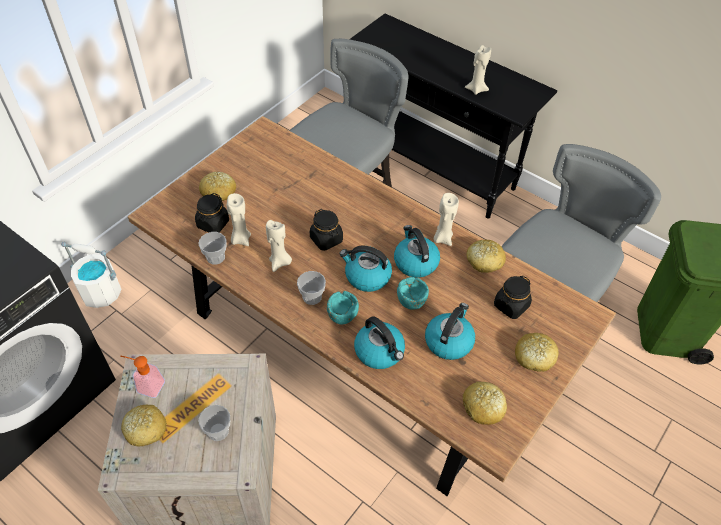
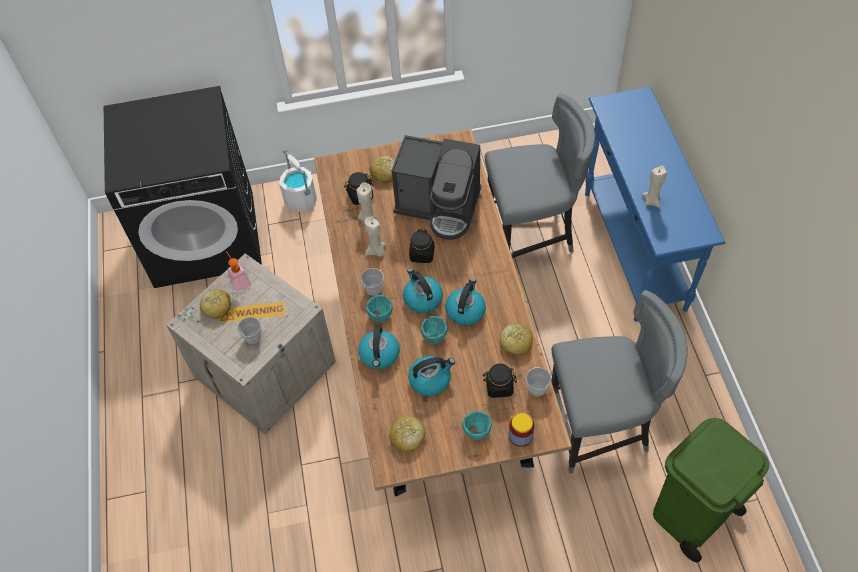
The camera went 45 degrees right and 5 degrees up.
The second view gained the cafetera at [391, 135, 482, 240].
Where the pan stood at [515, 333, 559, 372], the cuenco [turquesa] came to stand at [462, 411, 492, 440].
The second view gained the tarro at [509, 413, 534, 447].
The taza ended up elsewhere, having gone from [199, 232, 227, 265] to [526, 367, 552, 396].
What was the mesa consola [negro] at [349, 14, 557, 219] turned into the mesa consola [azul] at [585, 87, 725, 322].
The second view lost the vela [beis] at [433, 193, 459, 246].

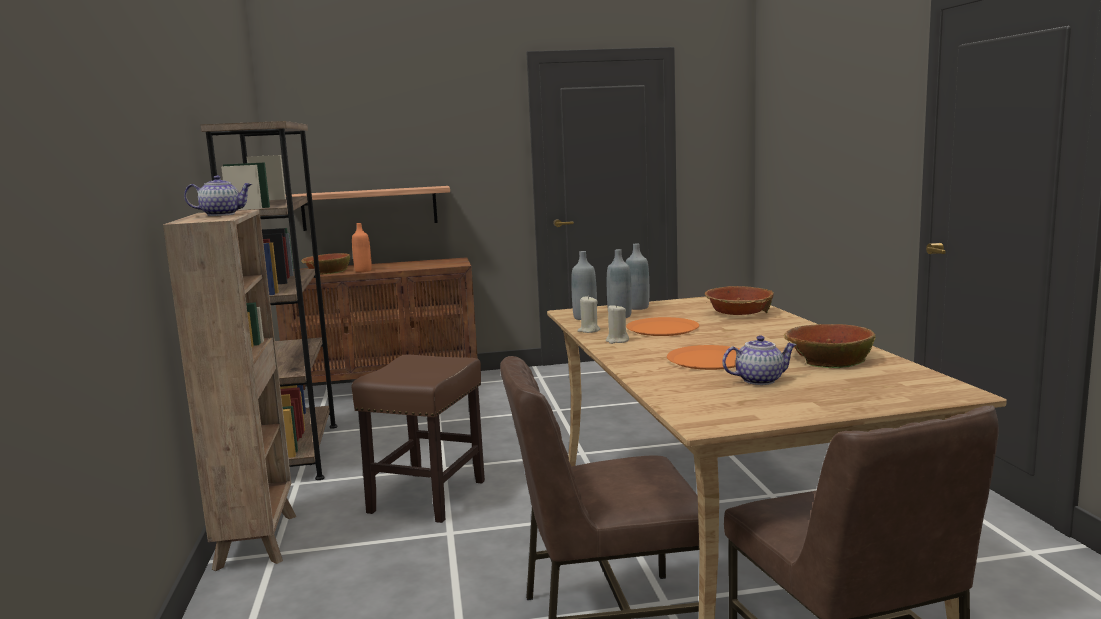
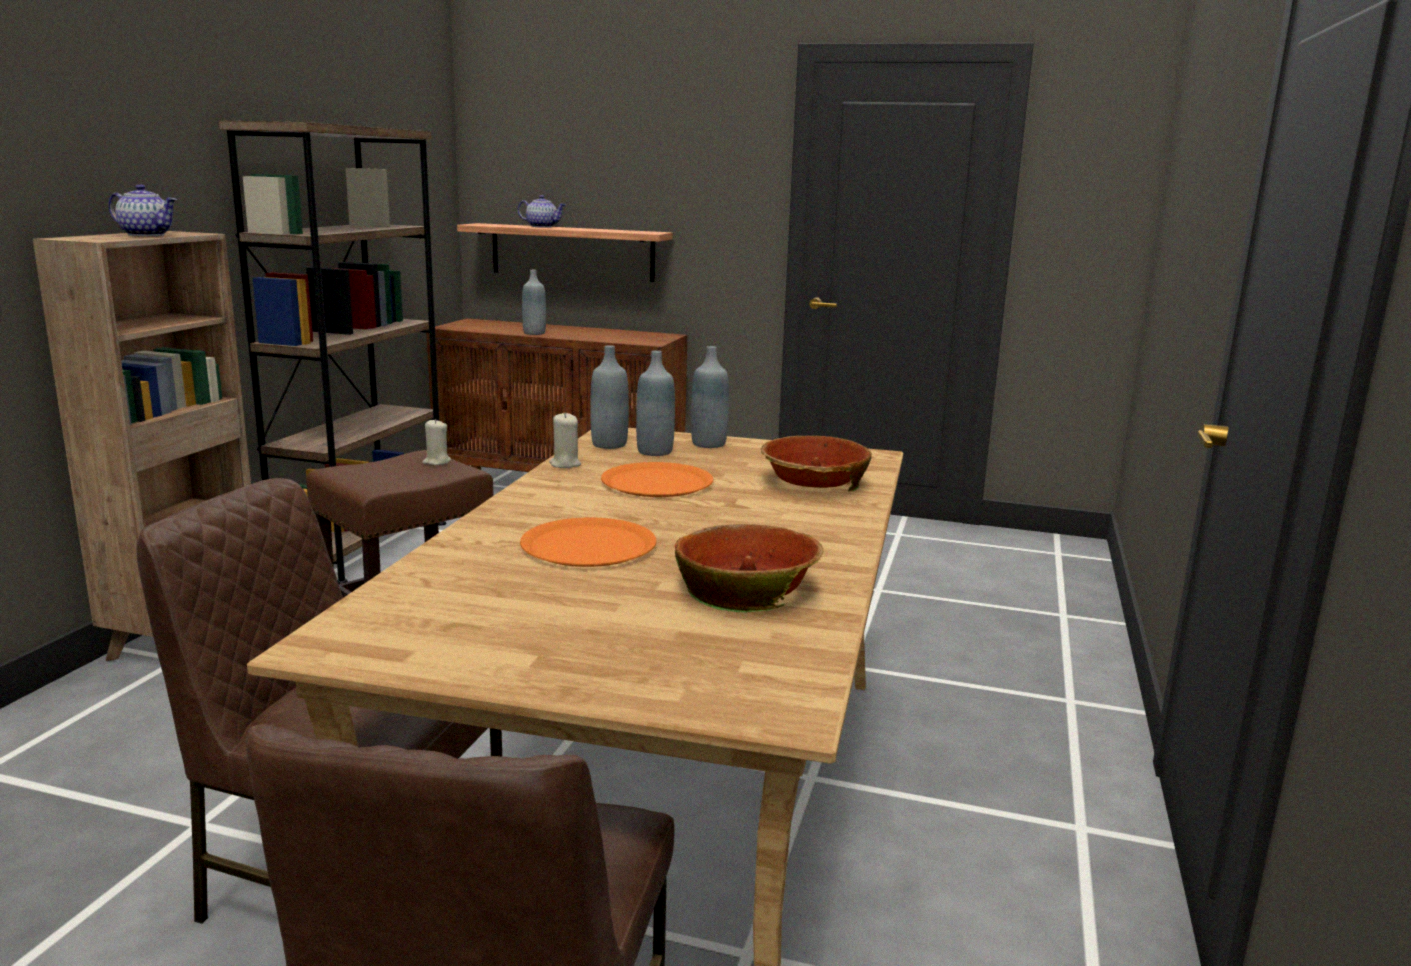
The camera went 25 degrees right and 5 degrees up.
The vela [beis] ended up elsewhere, having gone from [606, 304, 629, 344] to [422, 419, 451, 465].
The tetera ended up elsewhere, having gone from [722, 335, 797, 385] to [518, 195, 566, 228].
What was the botella [naranja] at [352, 223, 372, 272] turned into the botella [gris] at [522, 270, 546, 335].
The second view lost the cuenco at [301, 253, 350, 274].

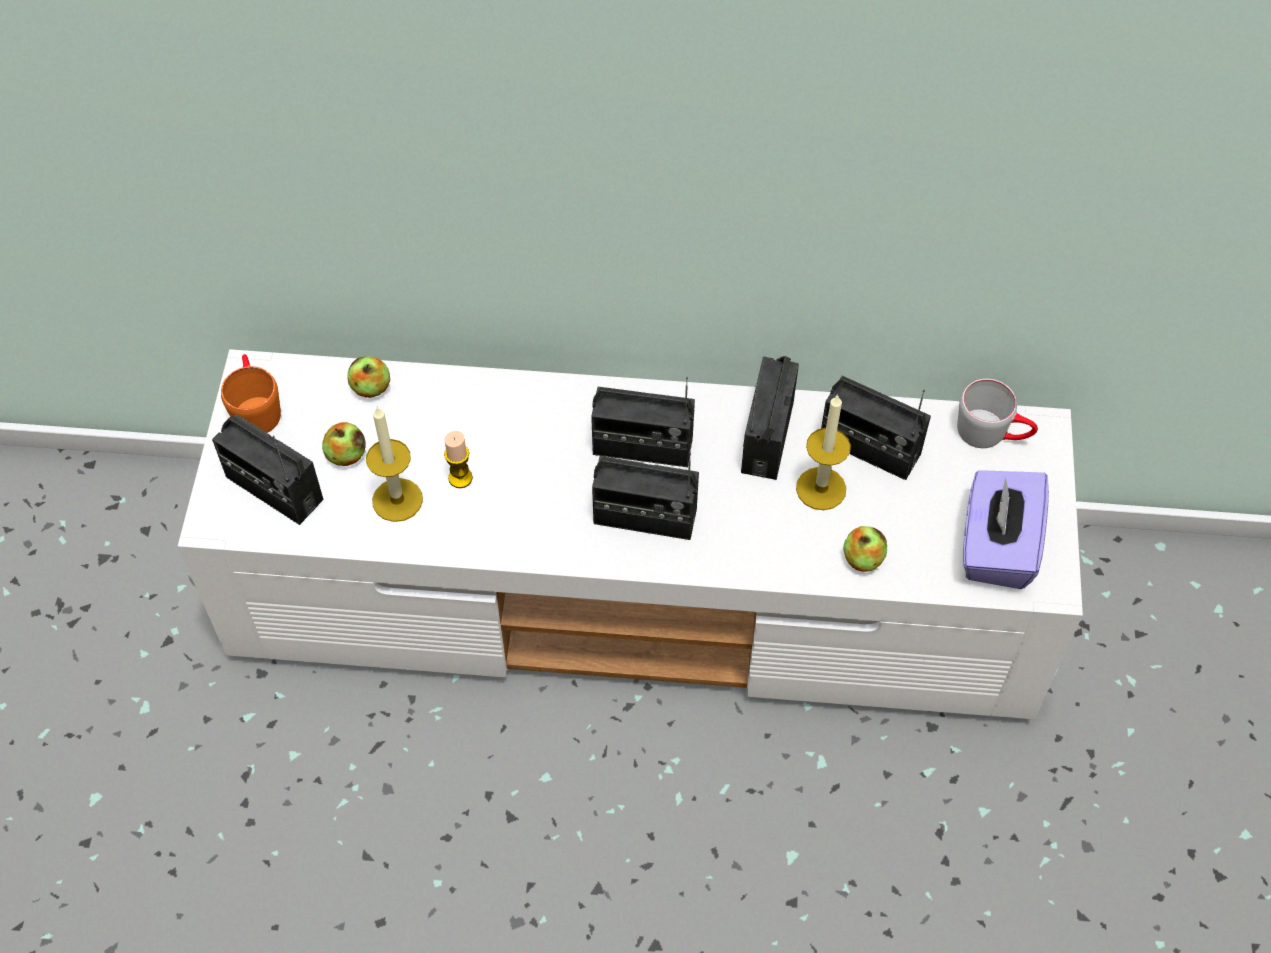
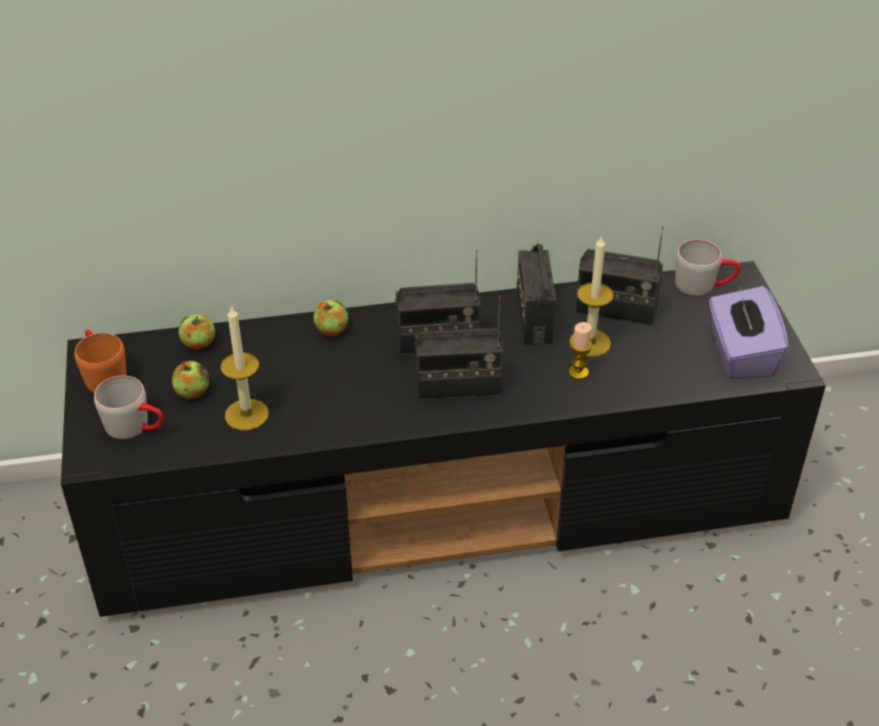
The camera went 15 degrees left and 15 degrees down.
What was the mueble de televisión [blanco] at [178, 349, 1083, 719] turned into the mueble de televisión [negro] at [61, 261, 826, 617].
Where the radio stood at [212, 414, 323, 525], the taza grande [gris] came to stand at [94, 376, 164, 439].
The manzana ended up elsewhere, having gone from [843, 526, 887, 572] to [313, 300, 348, 337].
The vela ended up elsewhere, having gone from [444, 431, 473, 488] to [568, 322, 592, 380].

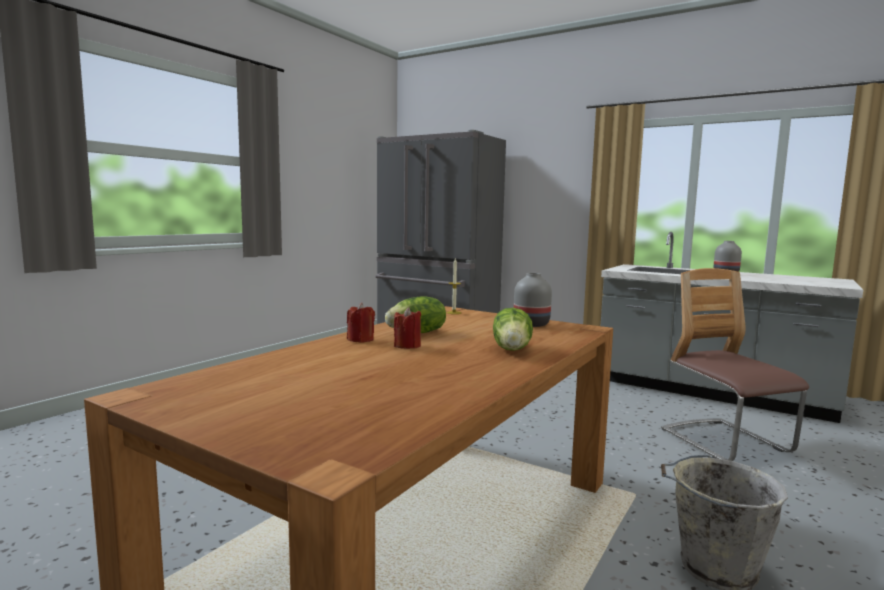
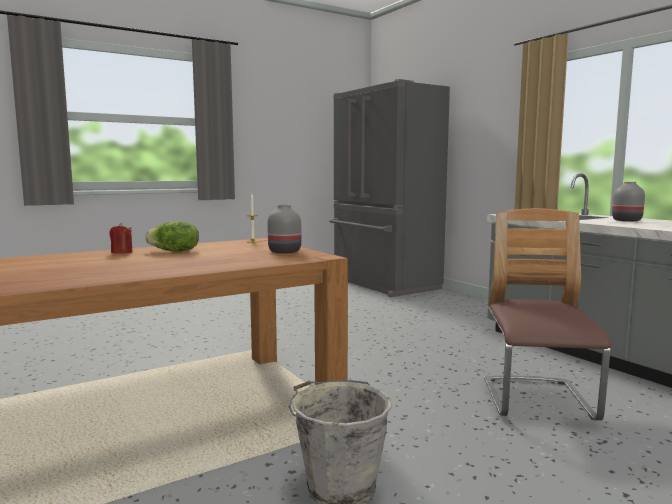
The camera went 25 degrees right and 0 degrees up.
The second view lost the vela [rojo] at [394, 307, 421, 349].
The second view lost the lechuga at [493, 308, 533, 351].

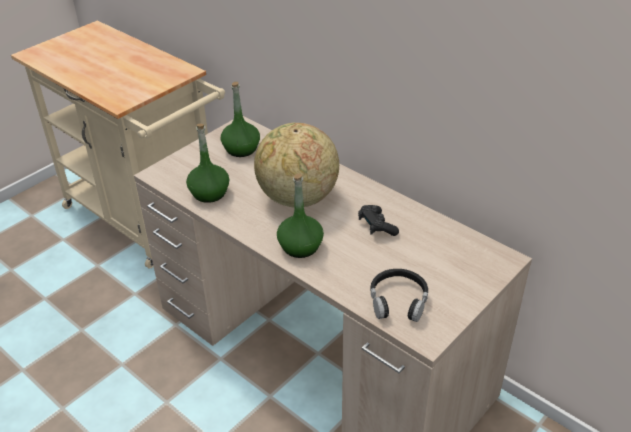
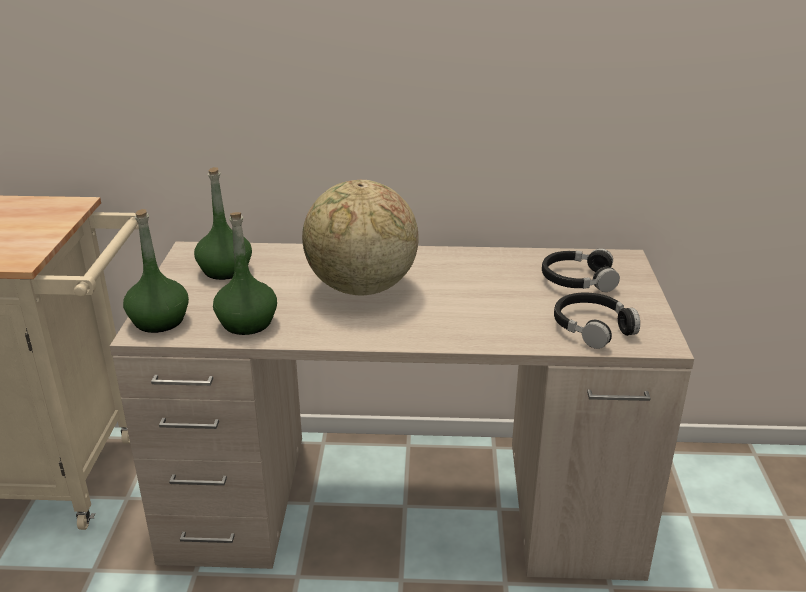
The camera went 40 degrees left and 10 degrees down.
The botella [verde] ended up elsewhere, having gone from [277, 174, 324, 258] to [123, 209, 189, 333].
The second view gained the auriculares [negro] at [542, 248, 620, 292].
The second view lost the mando de consola [negro] at [358, 205, 399, 236].

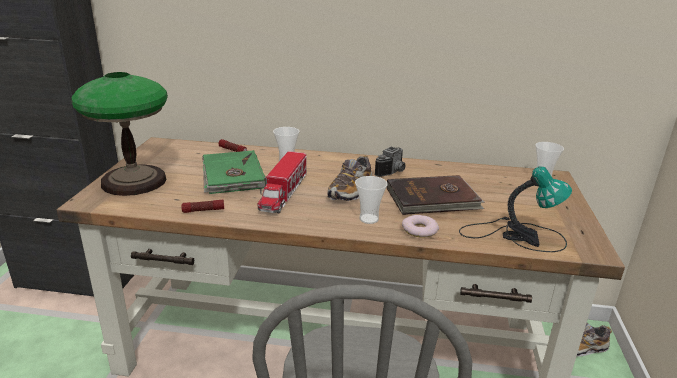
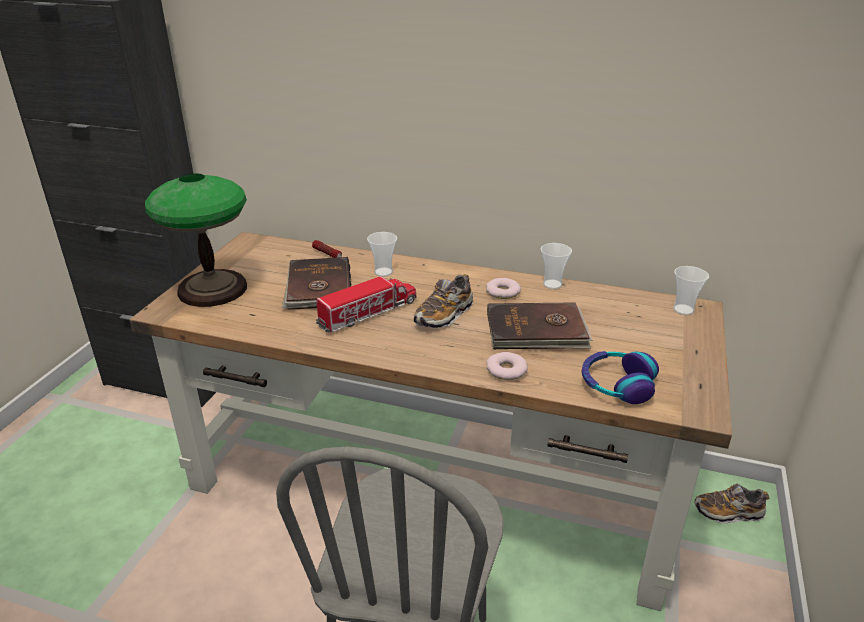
The camera went 10 degrees right and 5 degrees up.
What was the libro [verde] at [202, 150, 266, 194] turned into the libro [marrón] at [282, 257, 351, 310].
The camión de juguete at [258, 151, 307, 213] ended up facing another way, 150 degrees counterclockwise from before.
Where the cámara stood at [375, 147, 405, 177], the rosquilla came to stand at [486, 278, 521, 299].
The taza ended up elsewhere, having gone from [355, 176, 388, 224] to [541, 243, 572, 289].
Where the lámpara de mesa stood at [459, 166, 572, 252], the auriculares came to stand at [582, 351, 659, 404].
The second view lost the linterna at [181, 200, 224, 213].

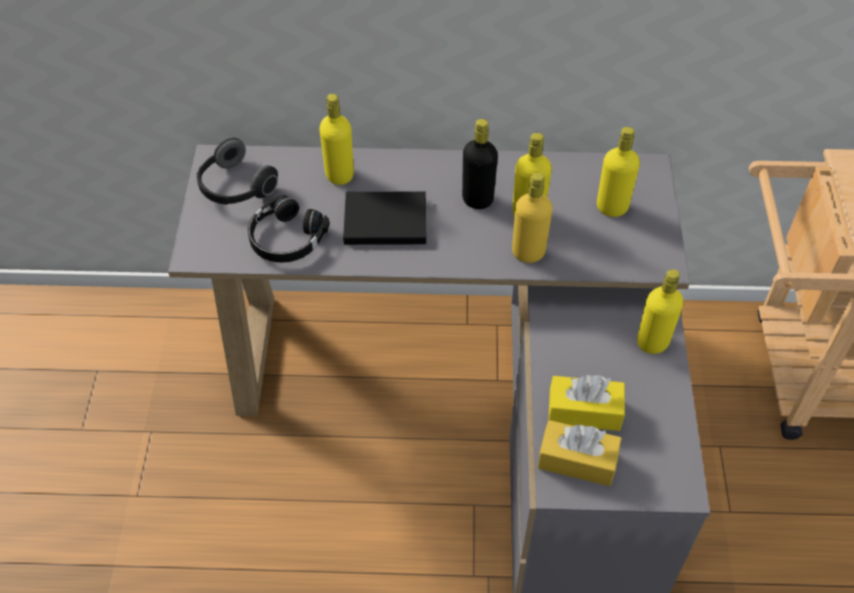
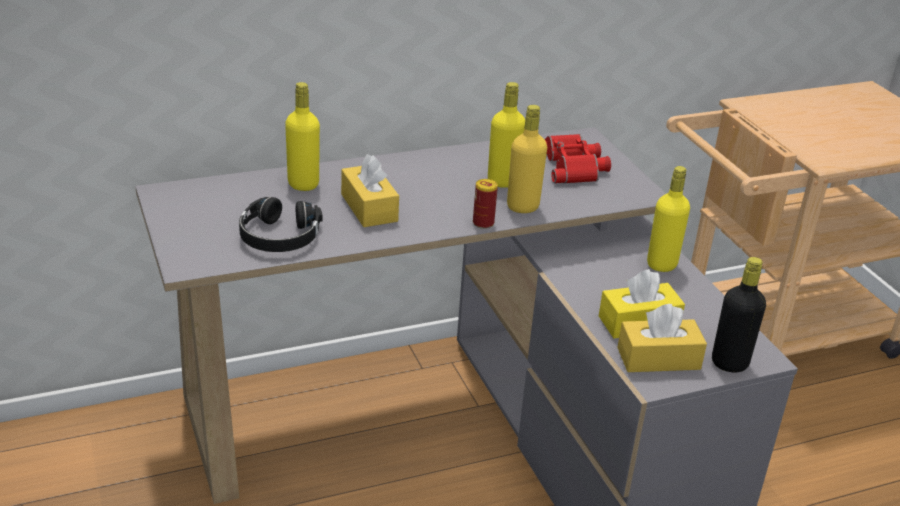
The camera went 25 degrees left and 20 degrees down.
Where the libro [negro] stood at [343, 191, 426, 245], the caja de pañuelos [amarillo] came to stand at [341, 154, 399, 227].
The second view gained the lata at [473, 179, 498, 229].
Where the botella [amarillo] stood at [597, 127, 640, 217], the prismáticos [rojo] came to stand at [544, 134, 611, 184].
The botella [negro] ended up elsewhere, having gone from [462, 119, 498, 209] to [712, 257, 766, 373].
The second view lost the auriculares at [197, 138, 278, 205].

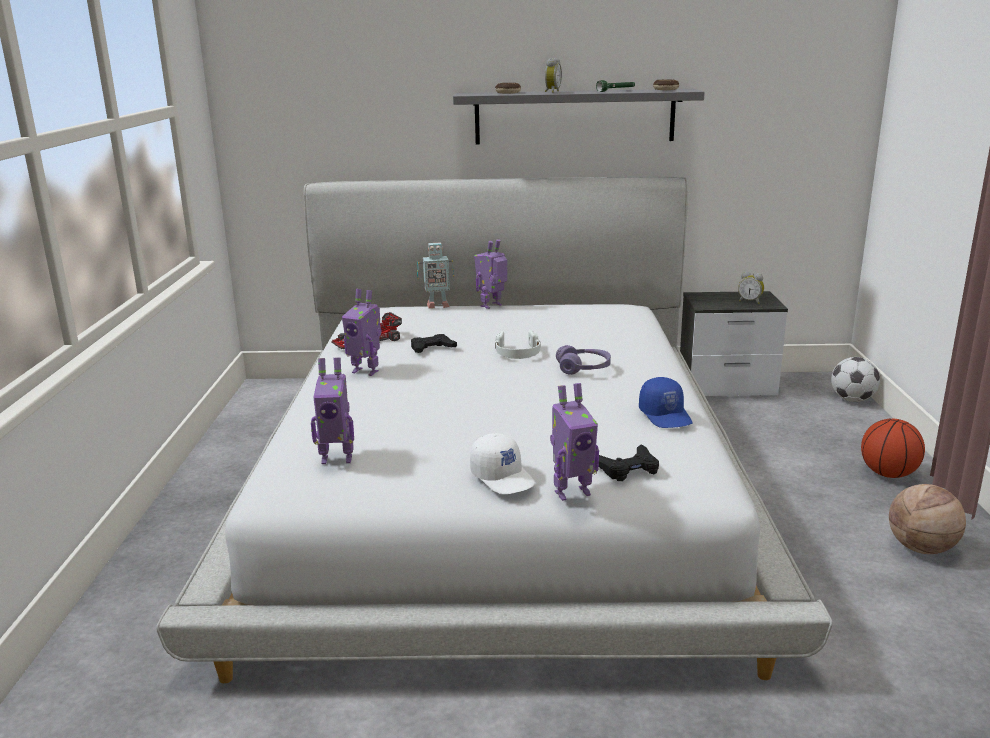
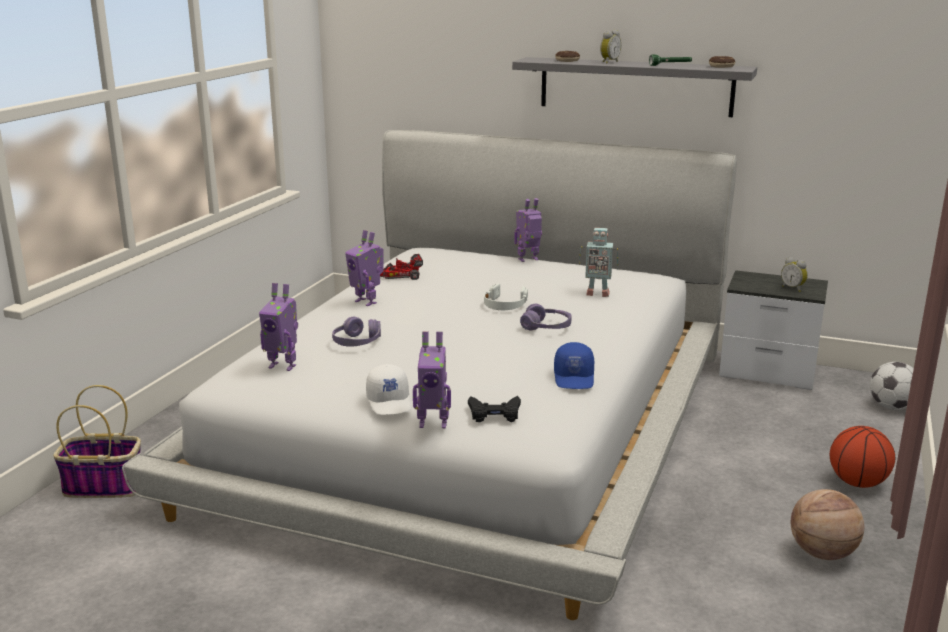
The camera went 20 degrees right and 0 degrees up.
The second view gained the cesta at [53, 385, 141, 498].
The second view gained the auriculares [morado] at [332, 317, 381, 347].
The robot de juguete ended up elsewhere, having gone from [417, 243, 454, 308] to [579, 228, 618, 297].
The second view lost the mando de consola [negro] at [411, 334, 457, 353].

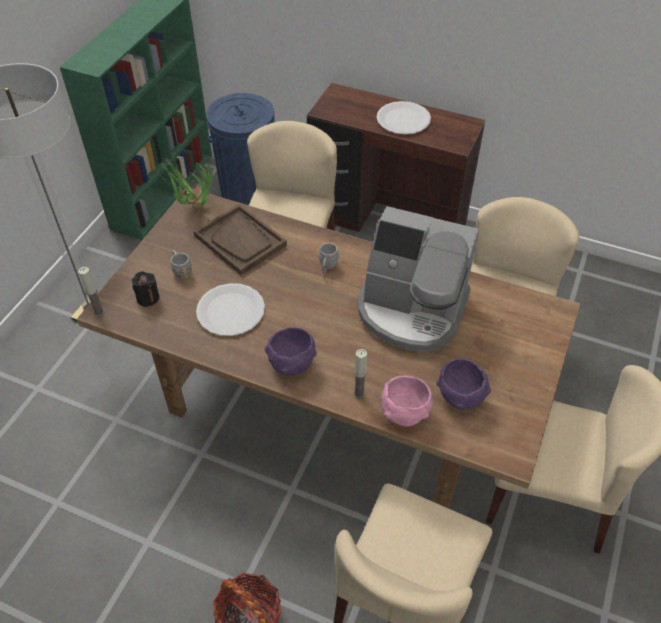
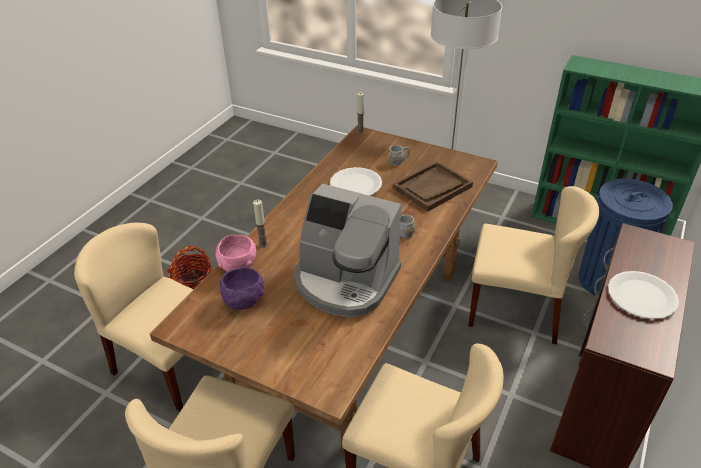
The camera went 95 degrees right and 10 degrees down.
The cafetera at [358, 206, 479, 352] ended up facing another way, 90 degrees counterclockwise from before.
The second view lost the vela [negro] at [132, 271, 159, 307].
The second view lost the planta en maceta at [162, 157, 213, 209].
The second view lost the cuenco [morado] at [265, 327, 317, 376].

